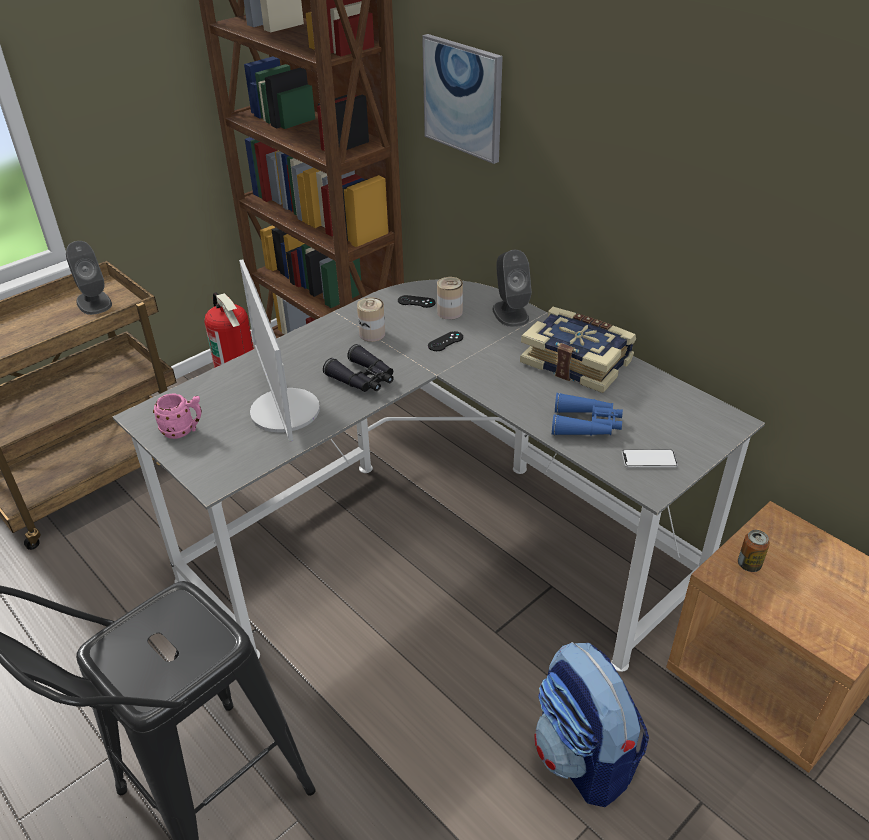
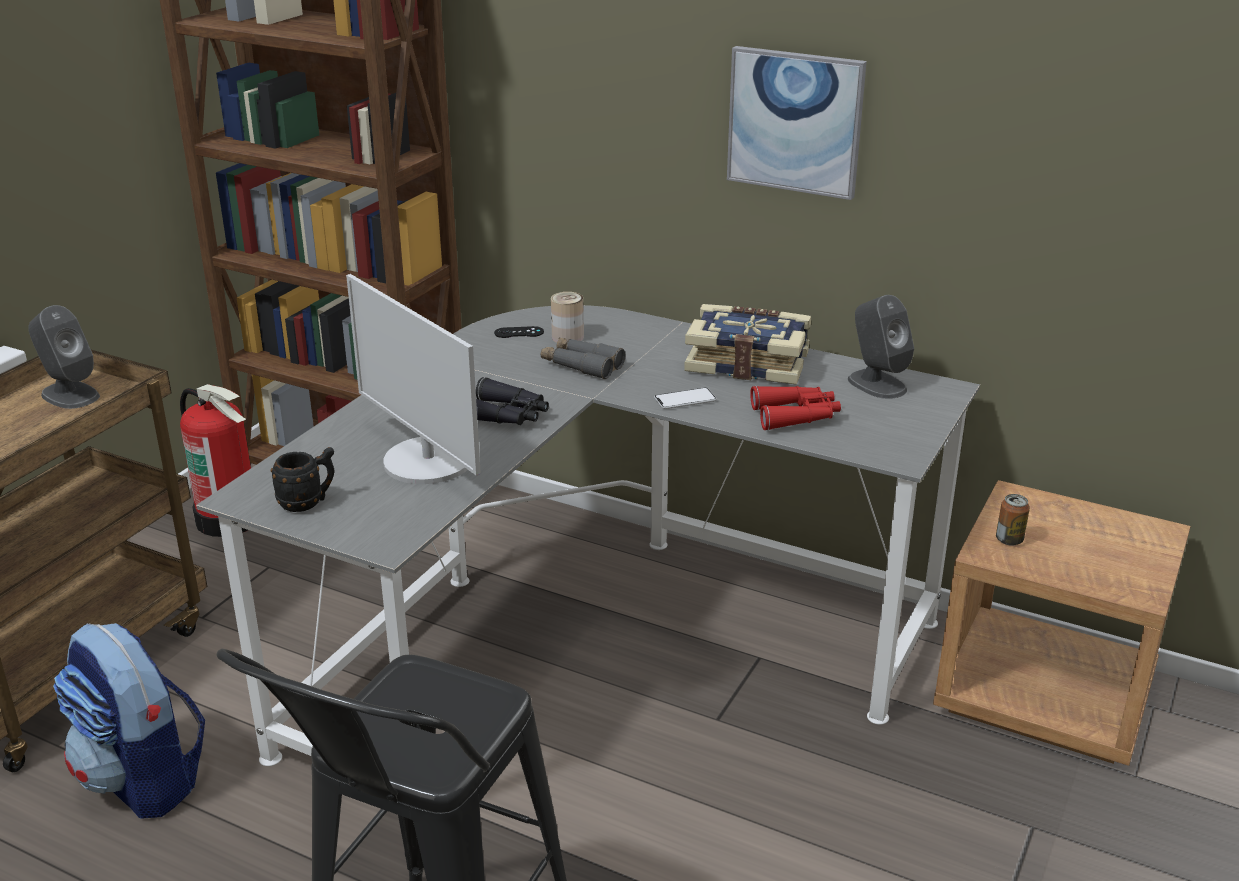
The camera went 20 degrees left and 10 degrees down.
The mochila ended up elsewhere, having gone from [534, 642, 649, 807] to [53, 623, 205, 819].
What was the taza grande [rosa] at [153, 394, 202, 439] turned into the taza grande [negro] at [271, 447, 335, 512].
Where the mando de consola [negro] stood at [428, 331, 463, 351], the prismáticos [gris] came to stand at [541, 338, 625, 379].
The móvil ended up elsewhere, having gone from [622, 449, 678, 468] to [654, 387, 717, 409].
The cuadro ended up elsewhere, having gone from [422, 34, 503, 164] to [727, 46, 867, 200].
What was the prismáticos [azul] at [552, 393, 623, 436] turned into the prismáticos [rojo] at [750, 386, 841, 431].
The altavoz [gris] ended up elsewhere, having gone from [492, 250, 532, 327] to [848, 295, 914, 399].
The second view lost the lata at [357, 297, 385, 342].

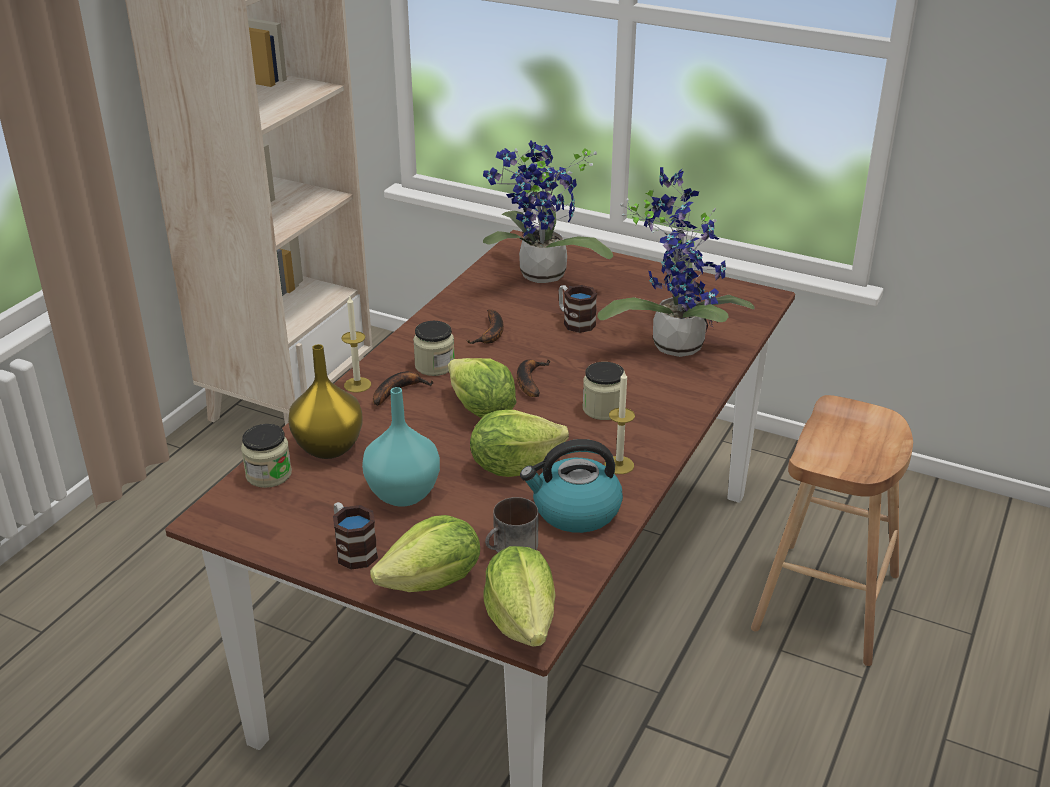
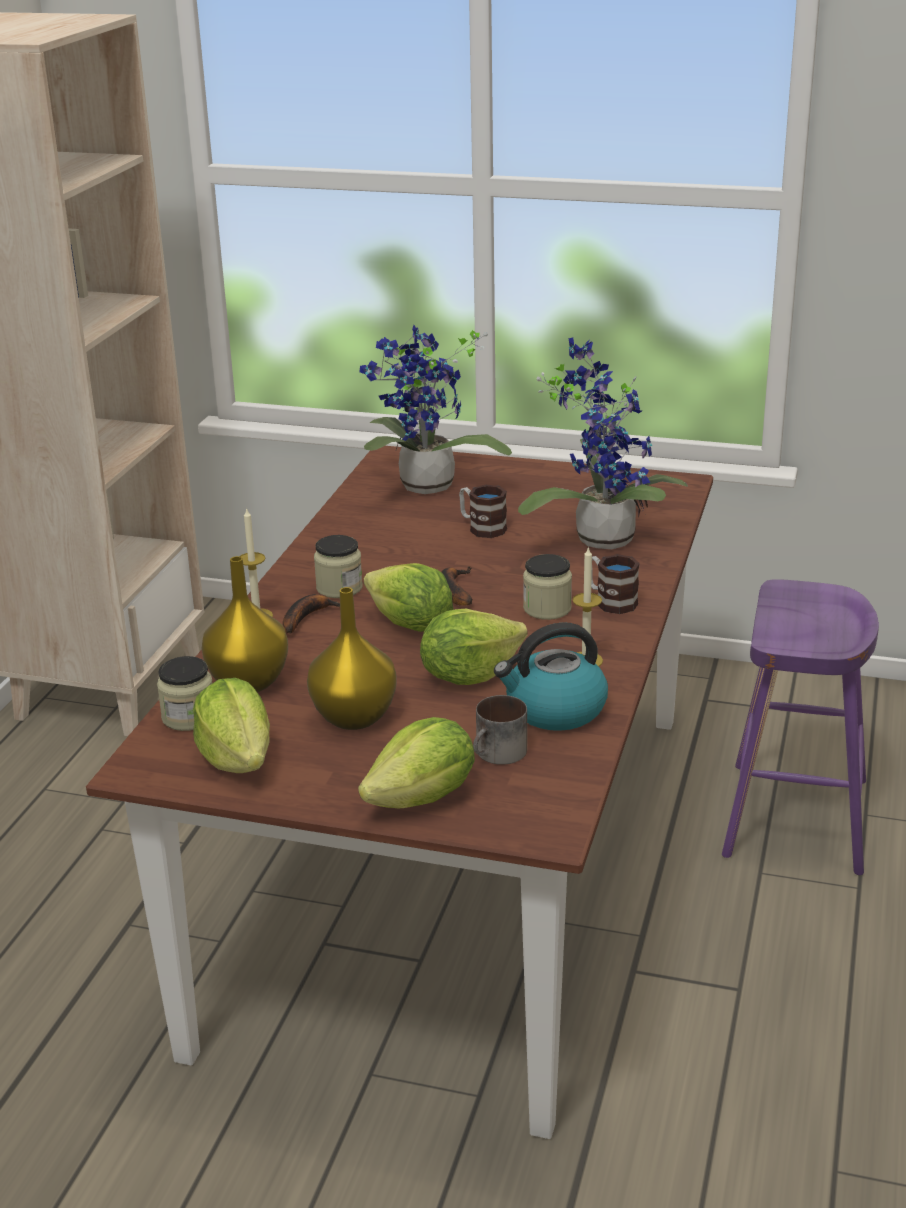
The camera went 10 degrees left and 5 degrees down.
The lechuga ended up elsewhere, having gone from [484, 546, 556, 647] to [193, 678, 270, 773].
What was the florero [turquesa] at [362, 387, 440, 507] turned into the florero [amarillo] at [307, 587, 397, 730].
The taza grande ended up elsewhere, having gone from [333, 502, 378, 570] to [591, 554, 640, 614].
What was the taburete [marrón] at [751, 395, 913, 666] turned into the taburete [morado] at [722, 579, 879, 875].
The second view lost the plátano at [467, 309, 504, 344].

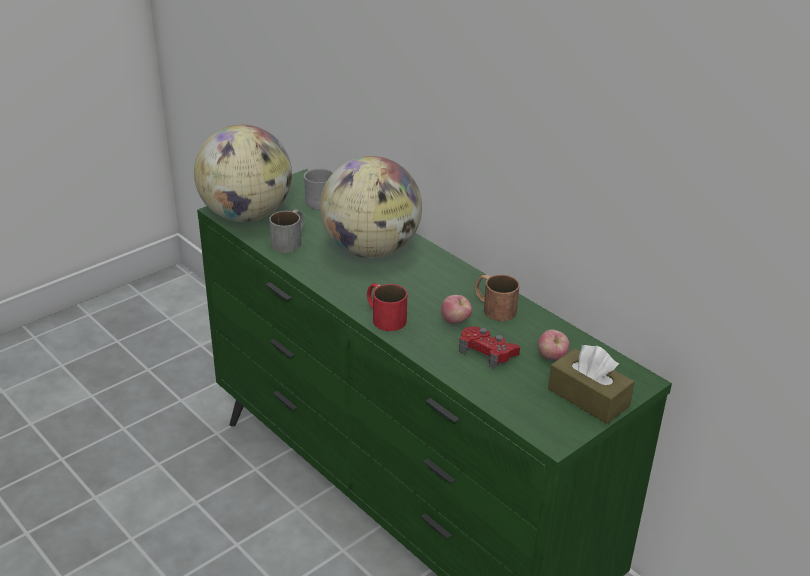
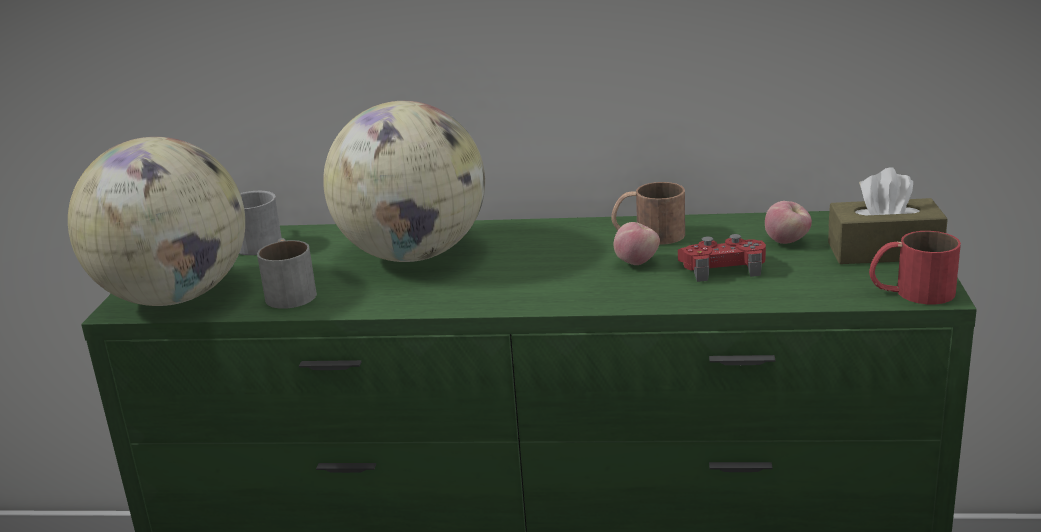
The camera went 40 degrees left and 10 degrees down.
The taza grande [rojo] ended up elsewhere, having gone from [367, 283, 407, 331] to [869, 231, 961, 304].

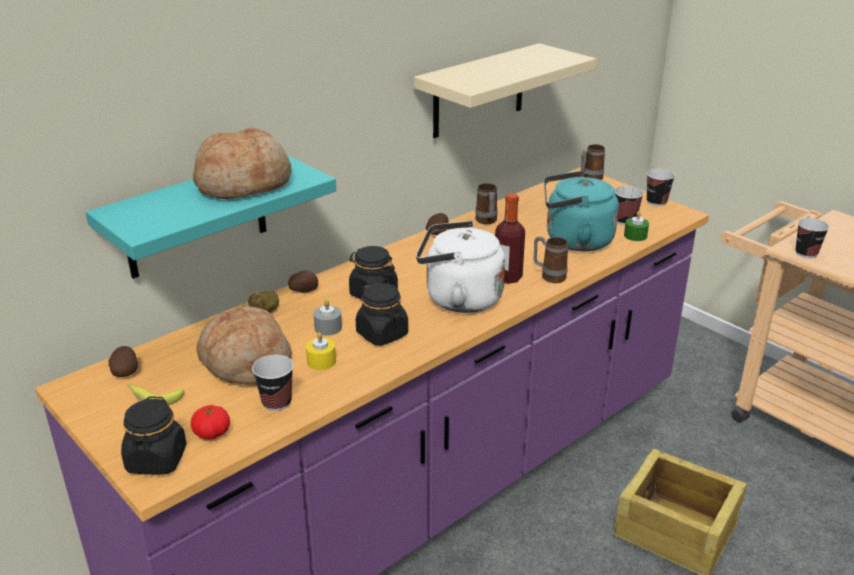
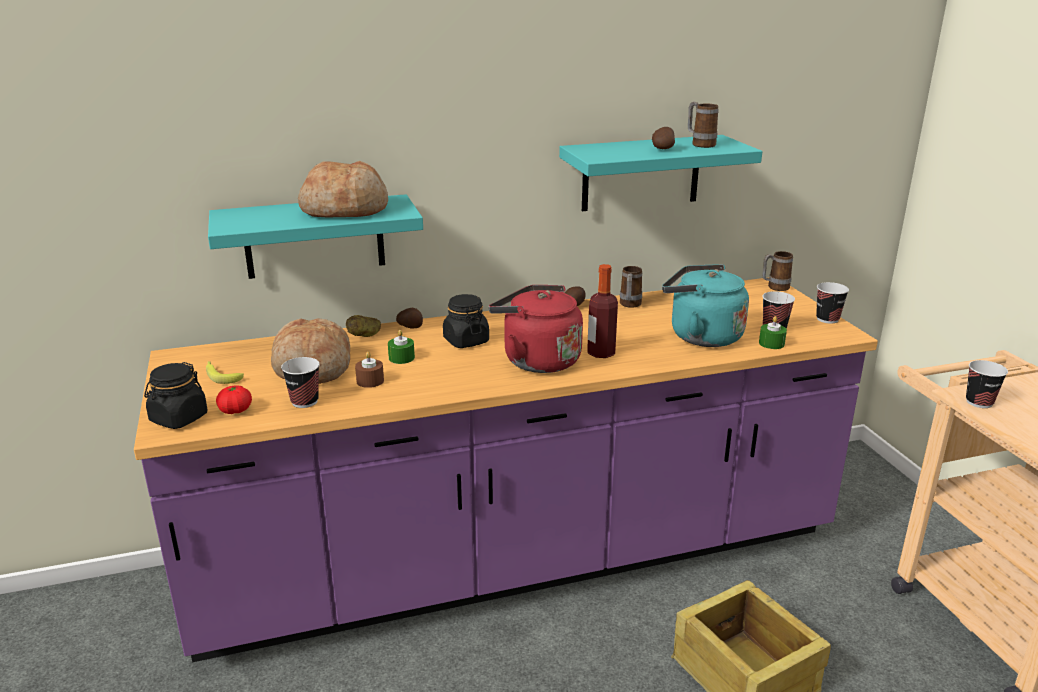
The camera went 25 degrees right and 5 degrees down.
What was the vela [amarillo] at [306, 332, 336, 370] turned into the vela [marrón] at [355, 352, 384, 388].
What was the vela [gris] at [314, 300, 342, 336] turned into the vela [verde] at [388, 330, 415, 364].
What was the hervidor [blanco] at [416, 221, 505, 313] turned into the hervidor [rojo] at [489, 285, 583, 373].
What was the estante [beis] at [414, 43, 596, 138] turned into the estante [turquesa] at [559, 135, 762, 211].
The patata ended up elsewhere, having gone from [109, 346, 138, 377] to [652, 127, 675, 149].
The taza grande ended up elsewhere, having gone from [533, 236, 568, 283] to [688, 101, 719, 148].
The second view lost the tarro [negro] at [356, 282, 408, 346].

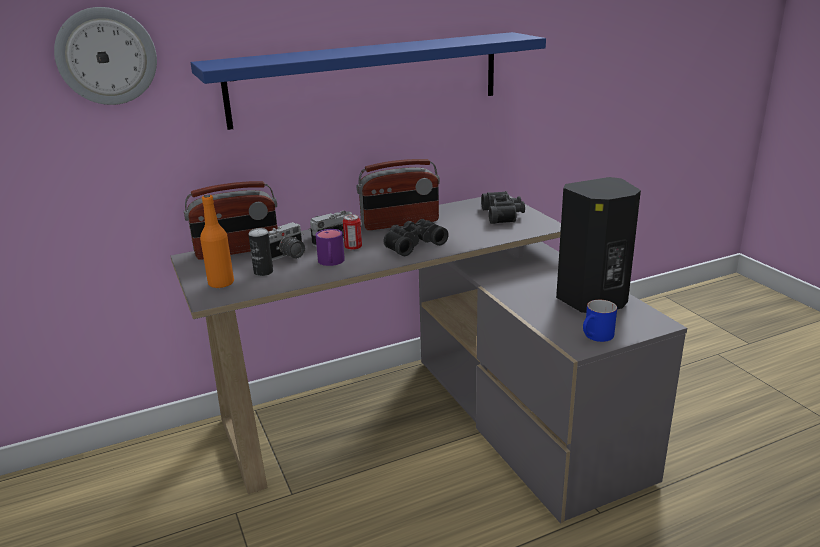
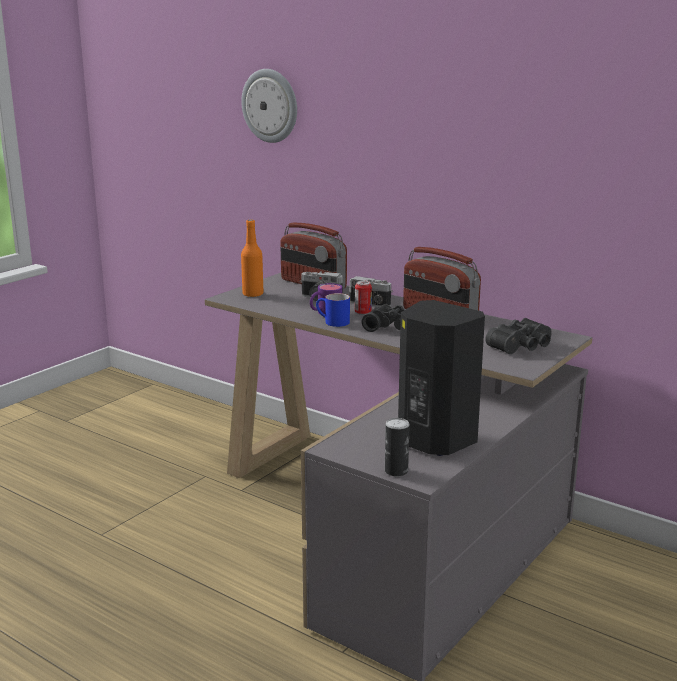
The camera went 60 degrees right and 5 degrees down.
The taza grande [azul] ended up elsewhere, having gone from [583, 300, 617, 342] to [316, 293, 350, 327].
The lata ended up elsewhere, having gone from [248, 228, 273, 276] to [385, 418, 410, 476].
The second view lost the estante [azul] at [191, 32, 546, 130].

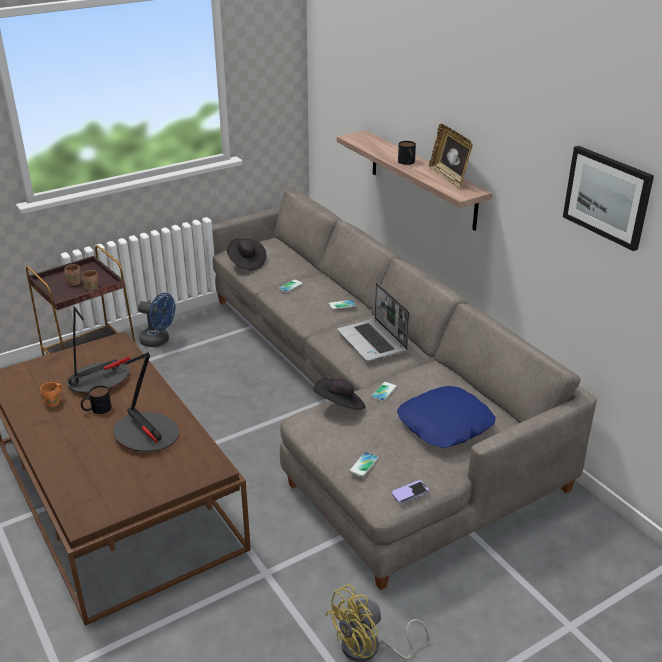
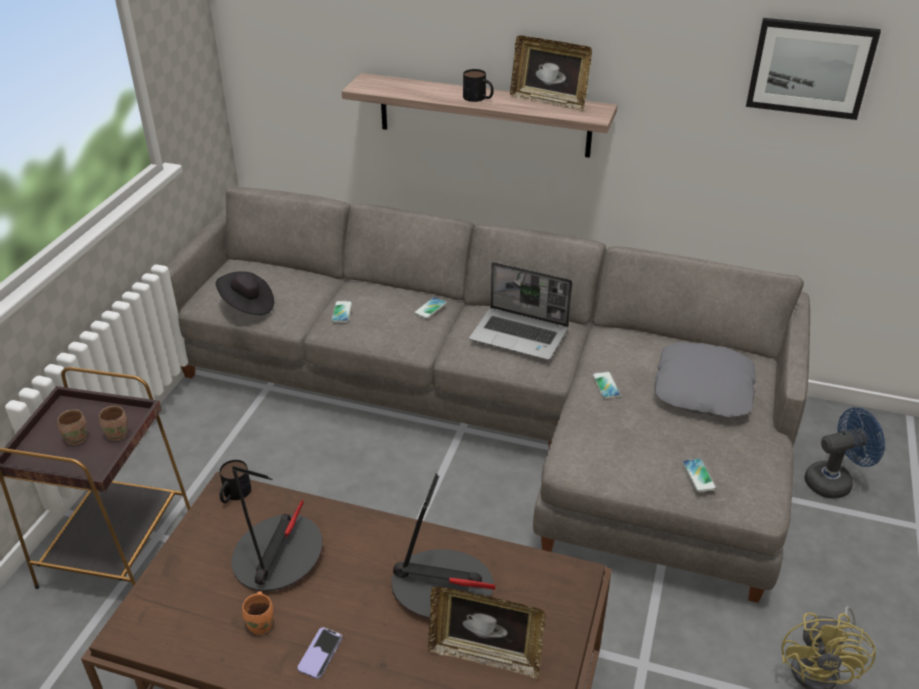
The camera went 40 degrees left and 5 degrees up.
The taza grande ended up elsewhere, having gone from [81, 386, 111, 414] to [219, 460, 251, 503].
The móvil ended up elsewhere, having gone from [392, 480, 429, 504] to [298, 627, 342, 679].
The second view gained the portarretratos at [428, 587, 546, 679].
What was the cojín [azul] at [397, 386, 496, 448] turned into the cojín [gris] at [654, 342, 756, 417].
The ventilador [azul] ended up elsewhere, having gone from [138, 293, 175, 347] to [804, 408, 885, 499].
The second view lost the sombrero [negro] at [314, 378, 366, 410].

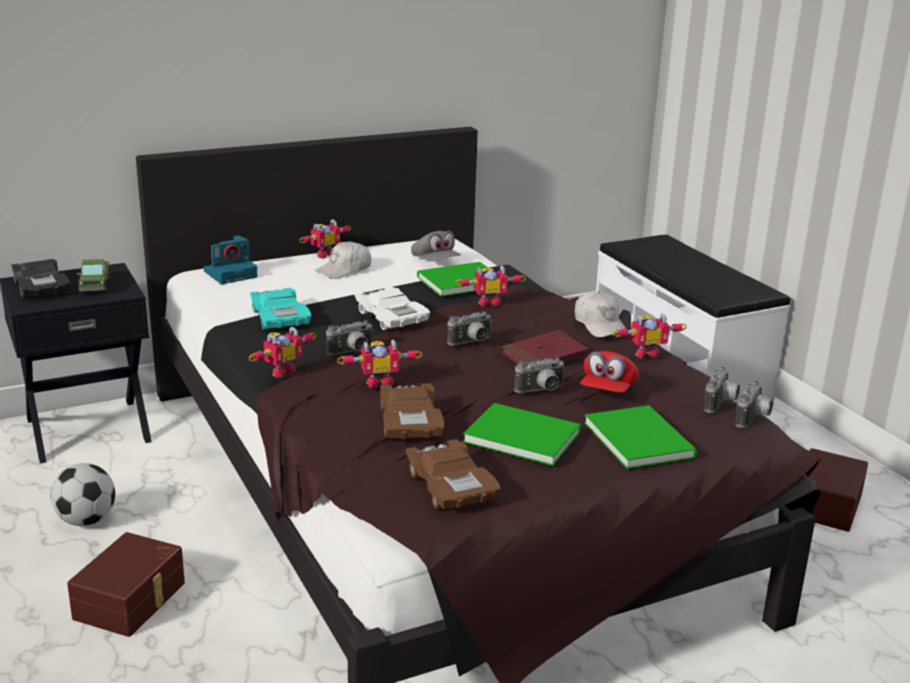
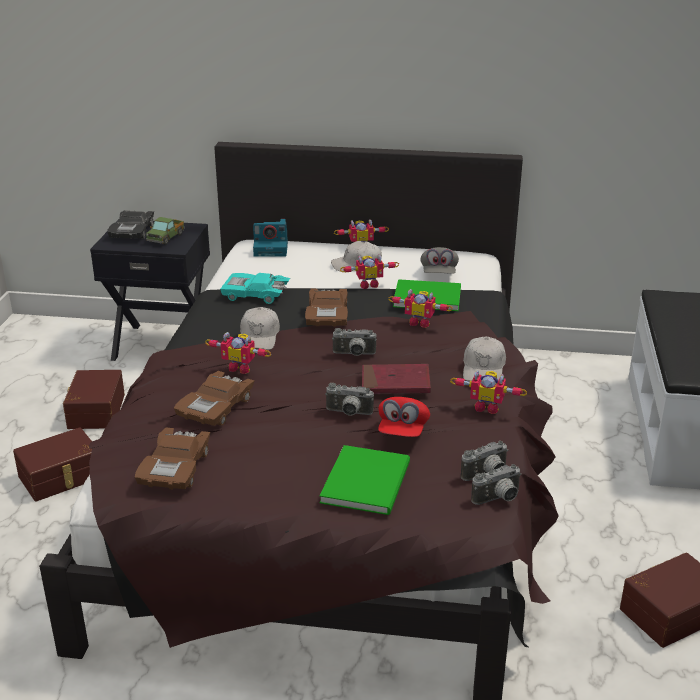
The camera went 35 degrees right and 5 degrees up.
Where the balón de fútbol stood at [51, 463, 115, 526], the caja de almacenaje [marrón] came to stand at [63, 370, 125, 429].
The coche de juguete [turquesa] at [250, 288, 311, 330] ended up facing another way, 90 degrees clockwise from before.
Where the cámara stood at [326, 320, 374, 355], the gorra [blanco] came to stand at [240, 307, 280, 350].
What was the coche de juguete [blanco] at [354, 287, 430, 330] turned into the coche de juguete [marrón] at [305, 289, 348, 326].
The robot de juguete ended up elsewhere, having gone from [249, 327, 316, 378] to [340, 254, 399, 289].
The gorra [rojo] at [580, 351, 639, 393] ended up facing another way, 45 degrees counterclockwise from before.
The second view lost the libro [verde] at [463, 403, 581, 466].

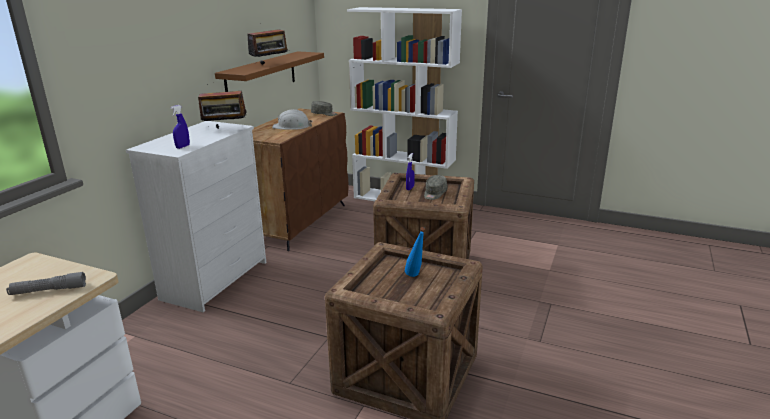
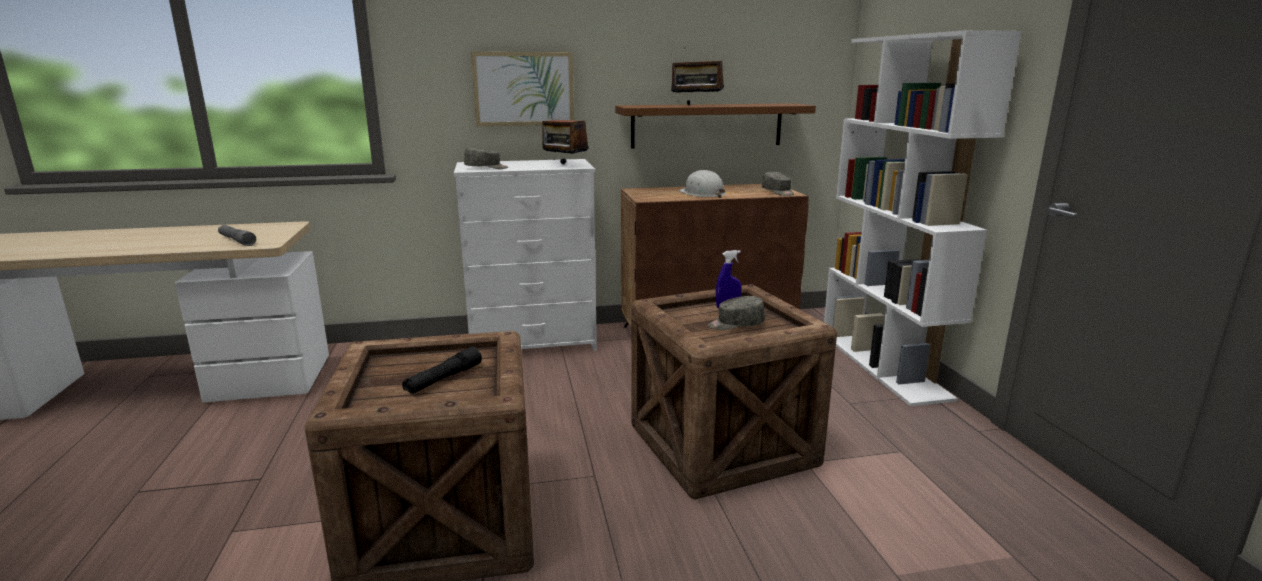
The camera went 55 degrees right and 5 degrees down.
Where the botella [azul] stood at [405, 227, 425, 277], the linterna [negro] came to stand at [402, 346, 482, 394].
Where the pulverizador [azul] stood at [170, 105, 190, 149], the gorra [gris] came to stand at [464, 148, 508, 169].
The second view gained the cuadro at [471, 52, 574, 126].

